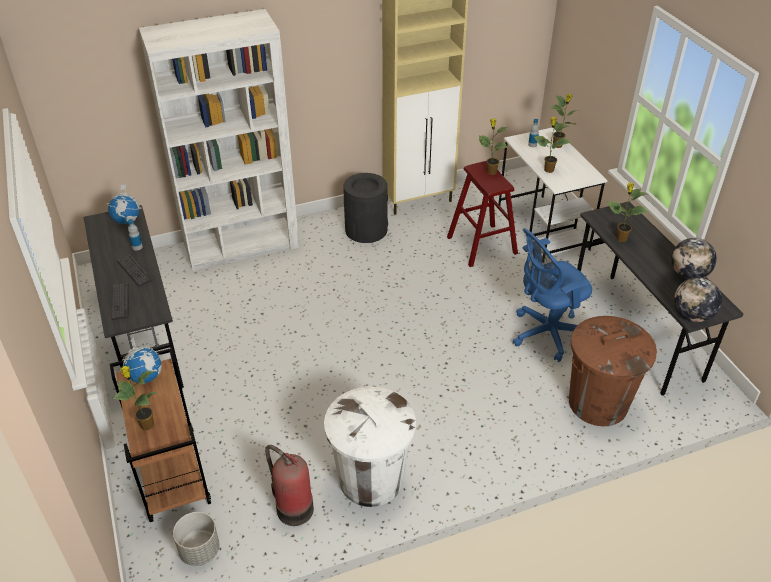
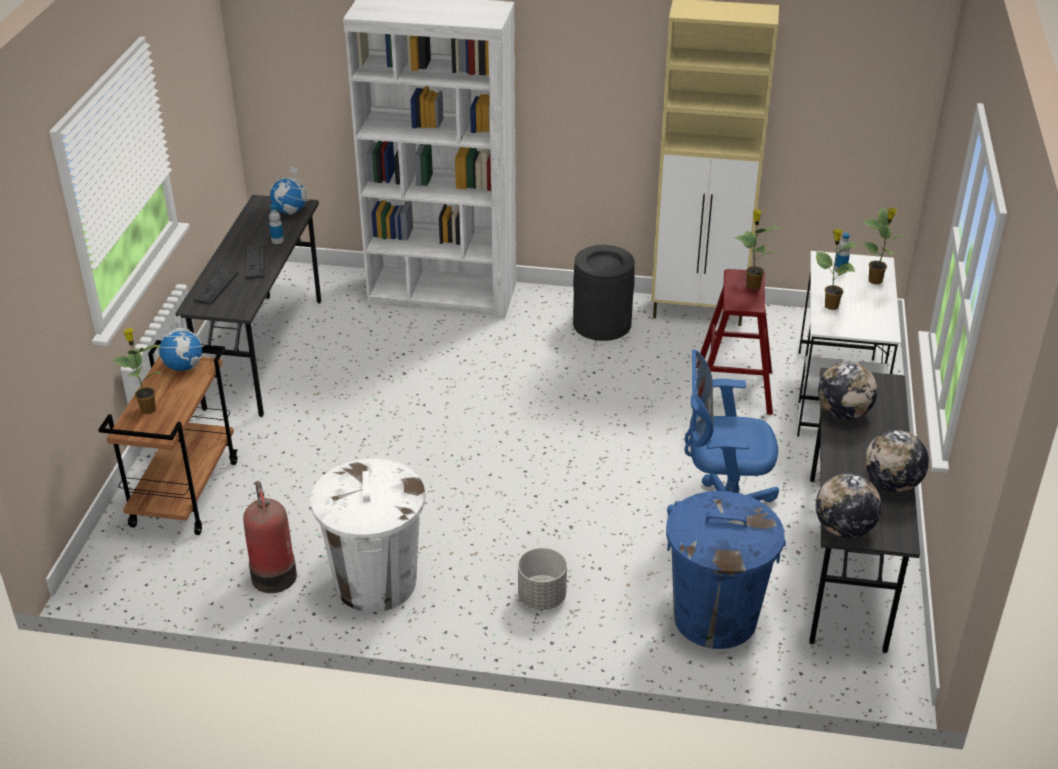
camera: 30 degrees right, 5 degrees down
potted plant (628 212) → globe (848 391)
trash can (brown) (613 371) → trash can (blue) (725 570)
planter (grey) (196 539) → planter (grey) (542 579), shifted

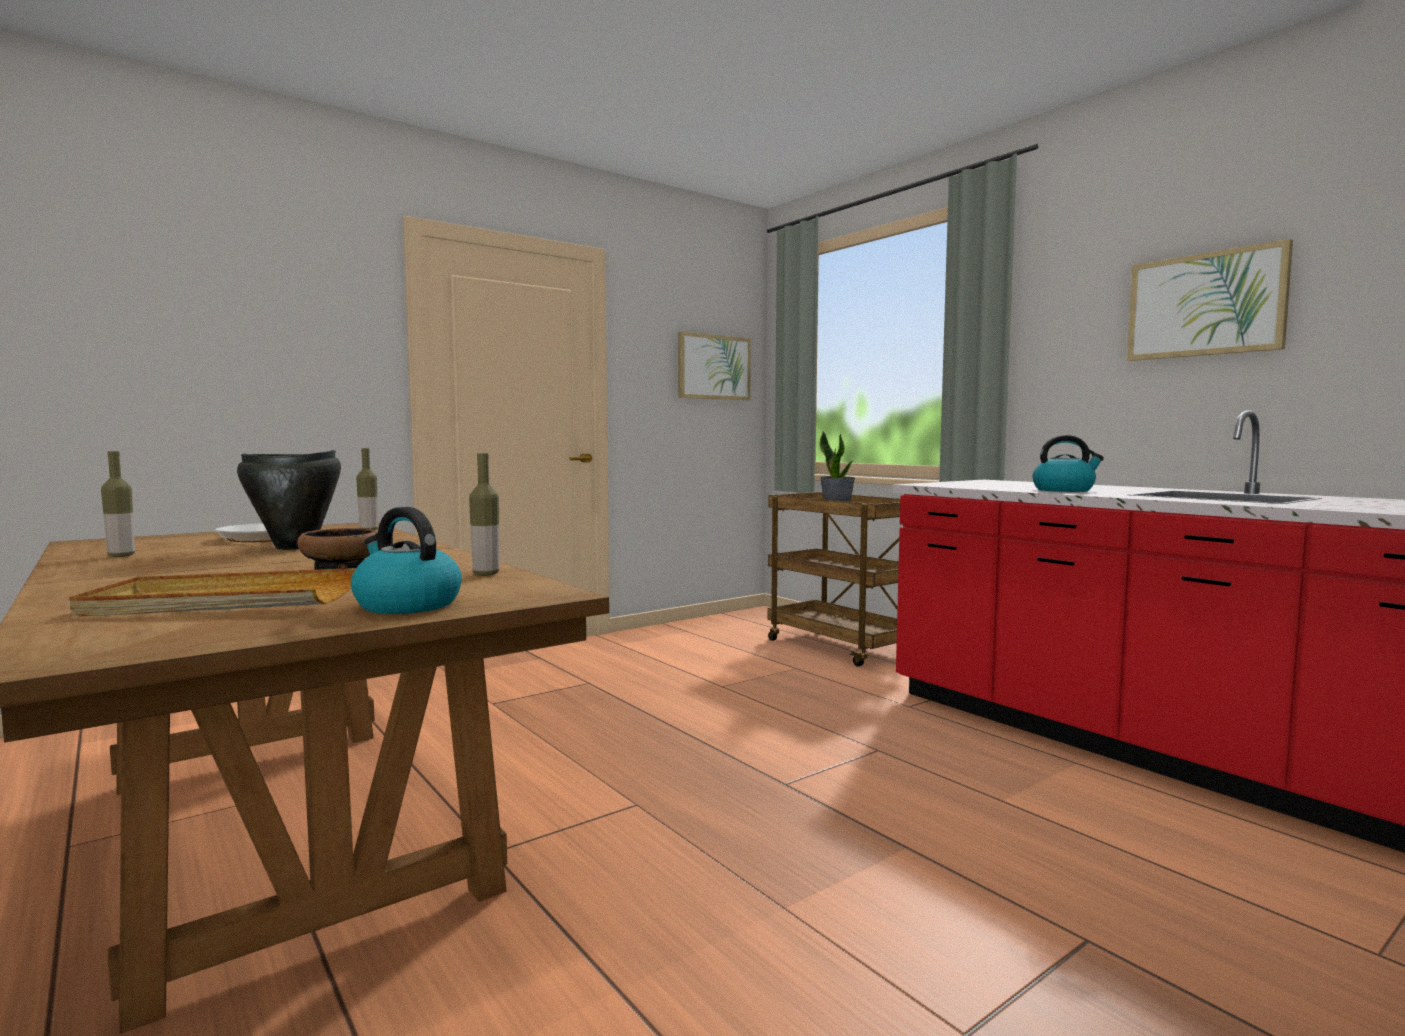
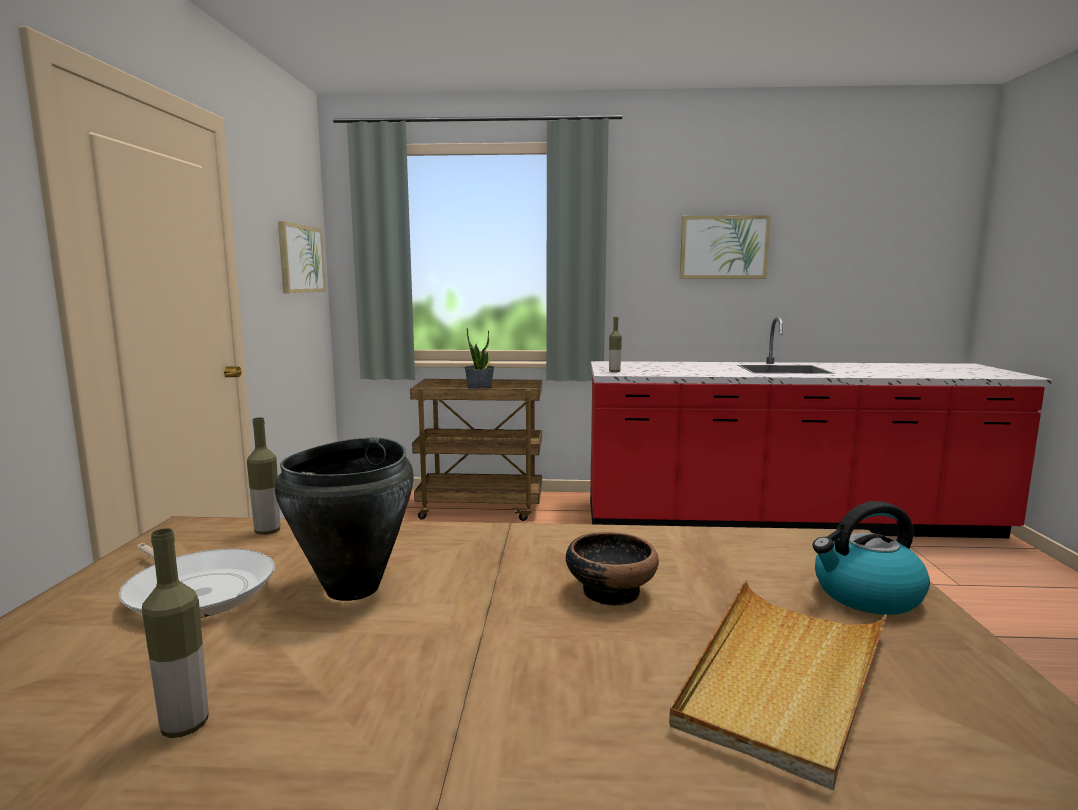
camera: 50 degrees left, 5 degrees up
kettle (1068 463) → -
bottle (484 514) → bottle (615 344), shifted

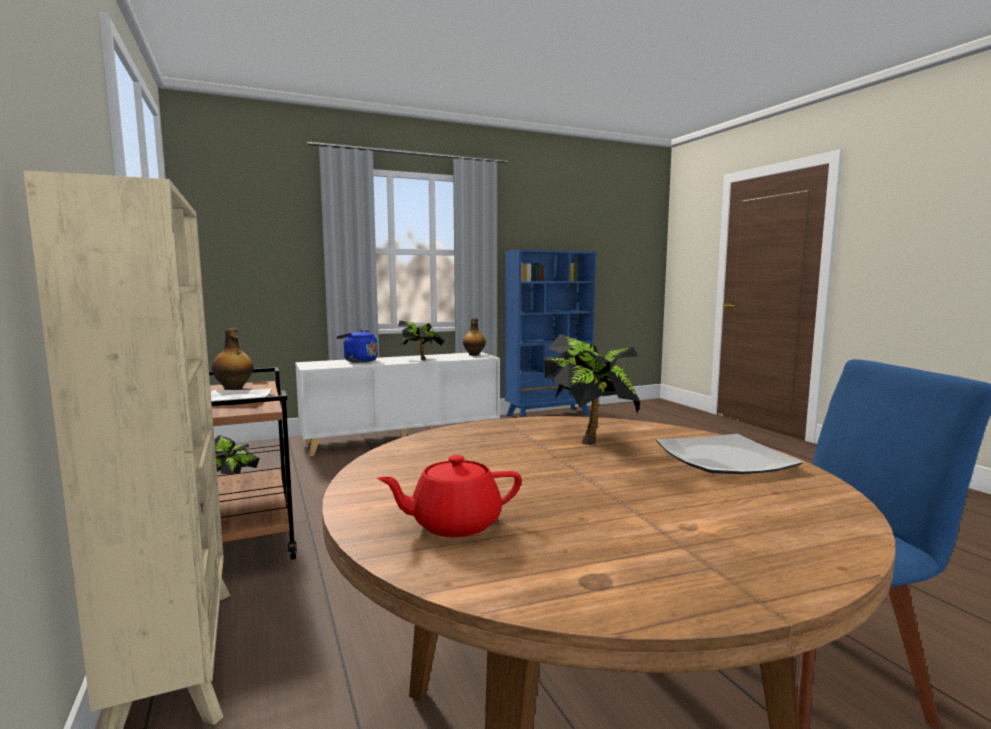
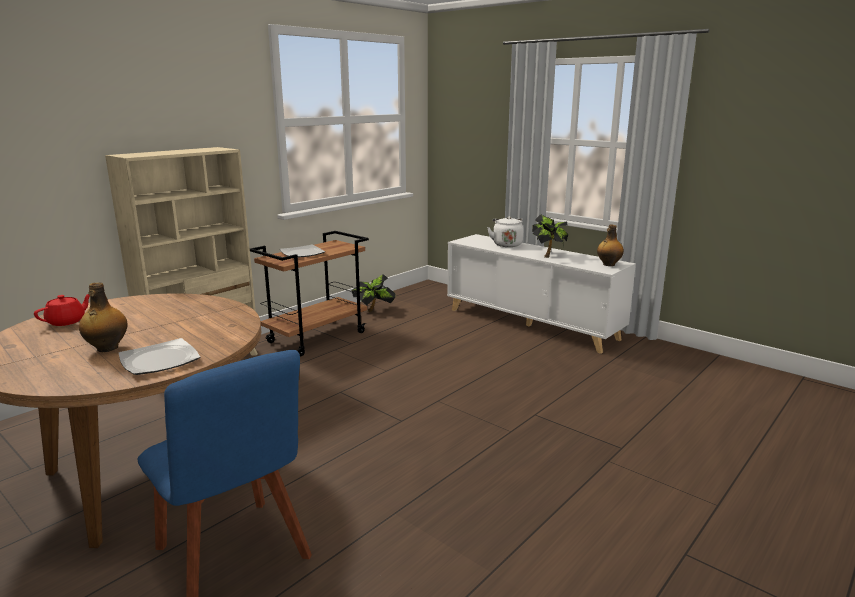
camera: 65 degrees right, 10 degrees up
bookcase (blue) (550 333) → -
bottle (233 359) → bottle (103 317), shifted
kettle (blue) (357 346) → kettle (white) (505 232)
potted plant (592 389) → -
teapot (red) (449 496) → teapot (red) (62 310), 75 degrees clockwise

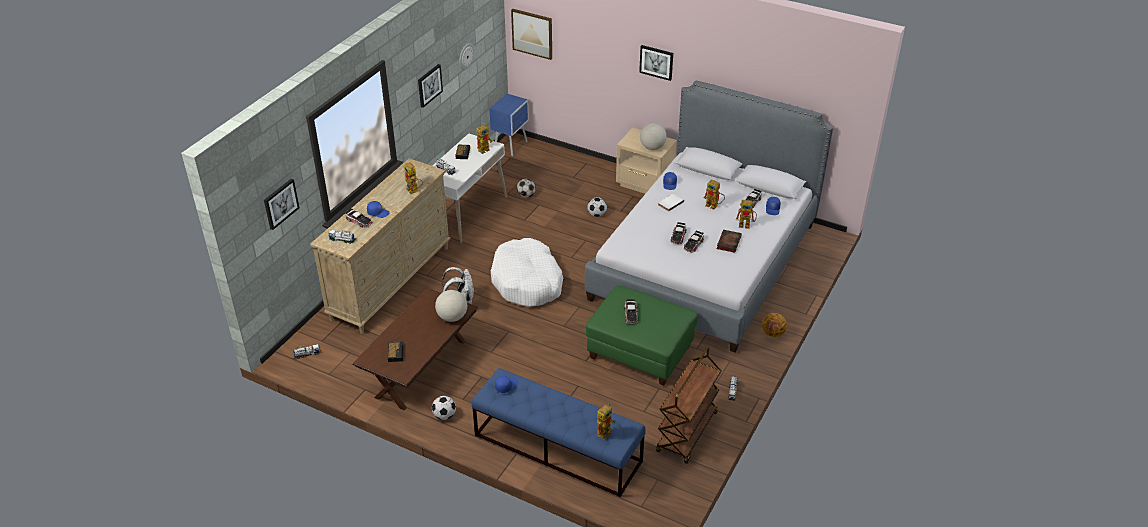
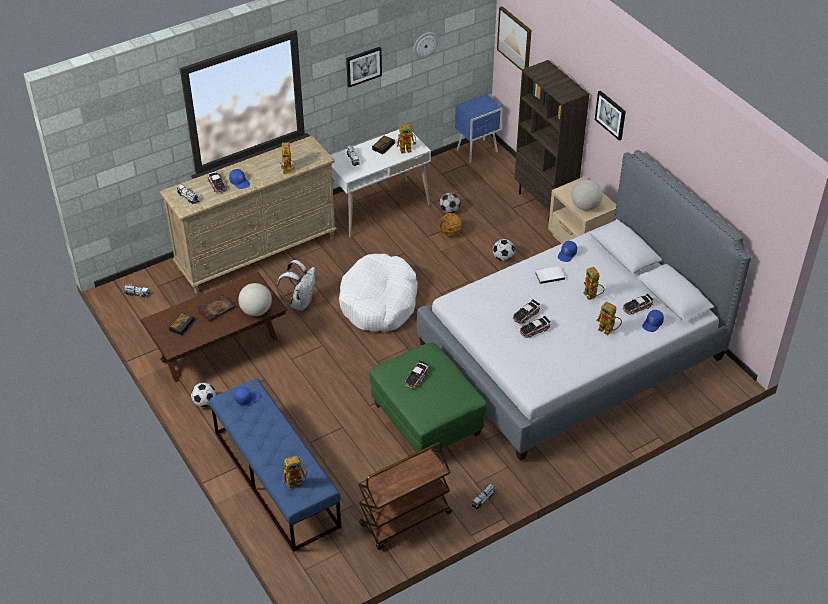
camera: 30 degrees right, 5 degrees up
picture (281 204) → -
book (729 241) → book (216 308), shifted
basketball (774 325) → basketball (450 225), shifted
- → bookcase (brown) (551 141)

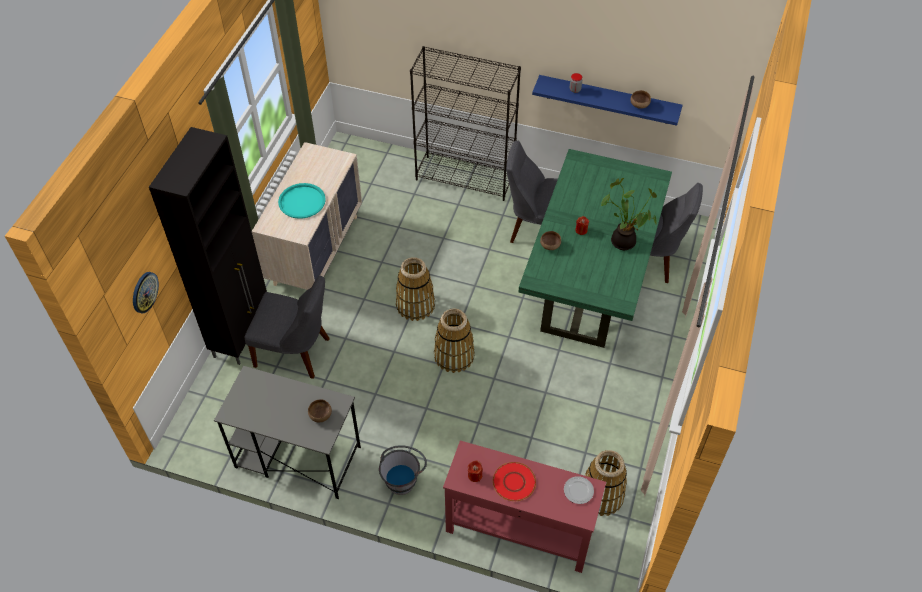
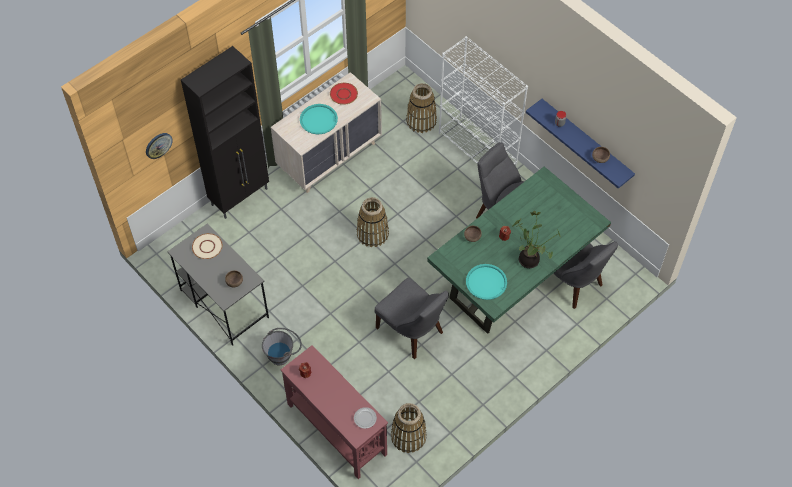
camera: 30 degrees right, 5 degrees up
bookcase (black) (465 123) → bookcase (white) (483 101)
chair (grey) (287 327) → chair (grey) (411 318), shifted
basket (454 340) → basket (421 108), shifted
plate (red) (514 481) → plate (red) (344 94), shifted
- → plate (beige) (207 246)
- → tray (turquoise) (486 282)

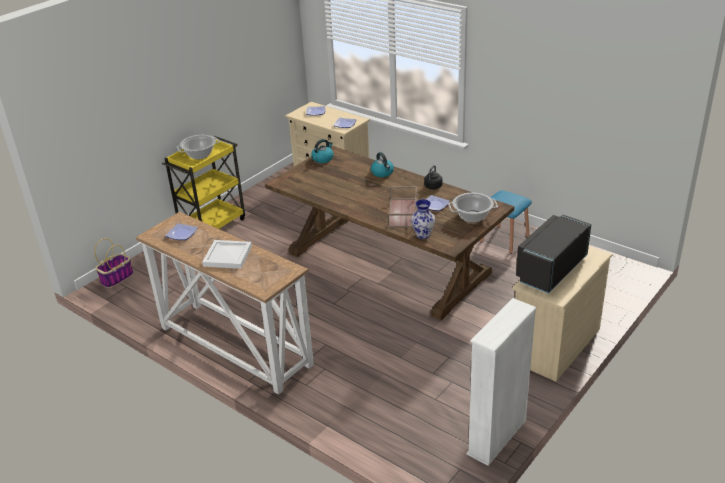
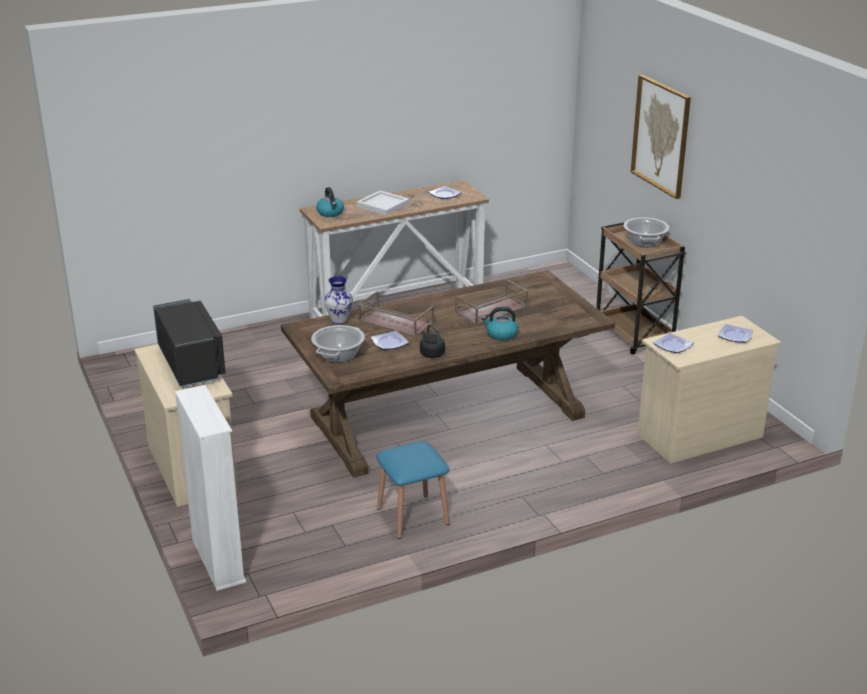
camera: 115 degrees right, 5 degrees down
cart (yellow) (203 182) → cart (brown) (641 288)
kettle (322 151) → kettle (330 202), shifted
basket (114 263) → -
bookcase (white) (501 382) → bookcase (white) (210 488), shifted
- → picture (661 137)
- → tray (brown) (491 302)

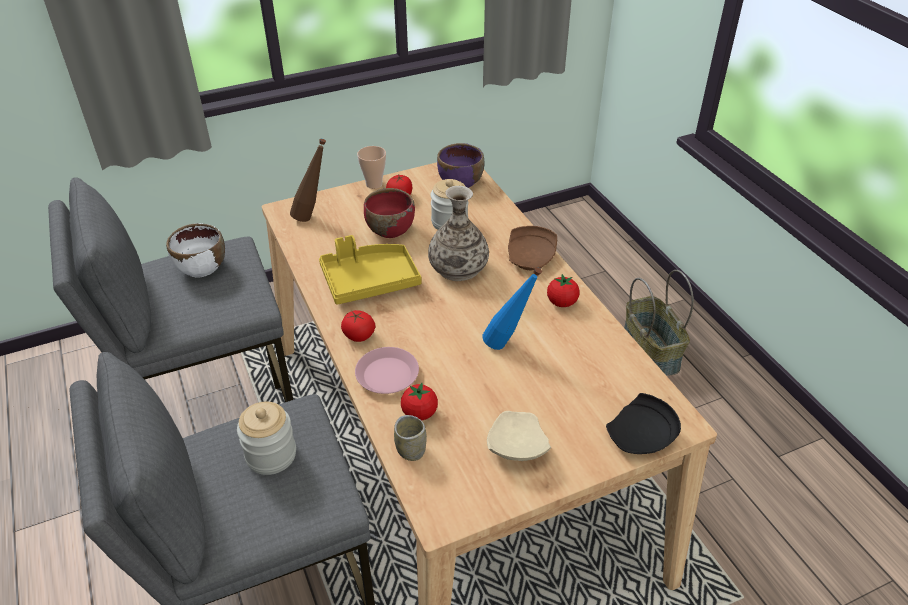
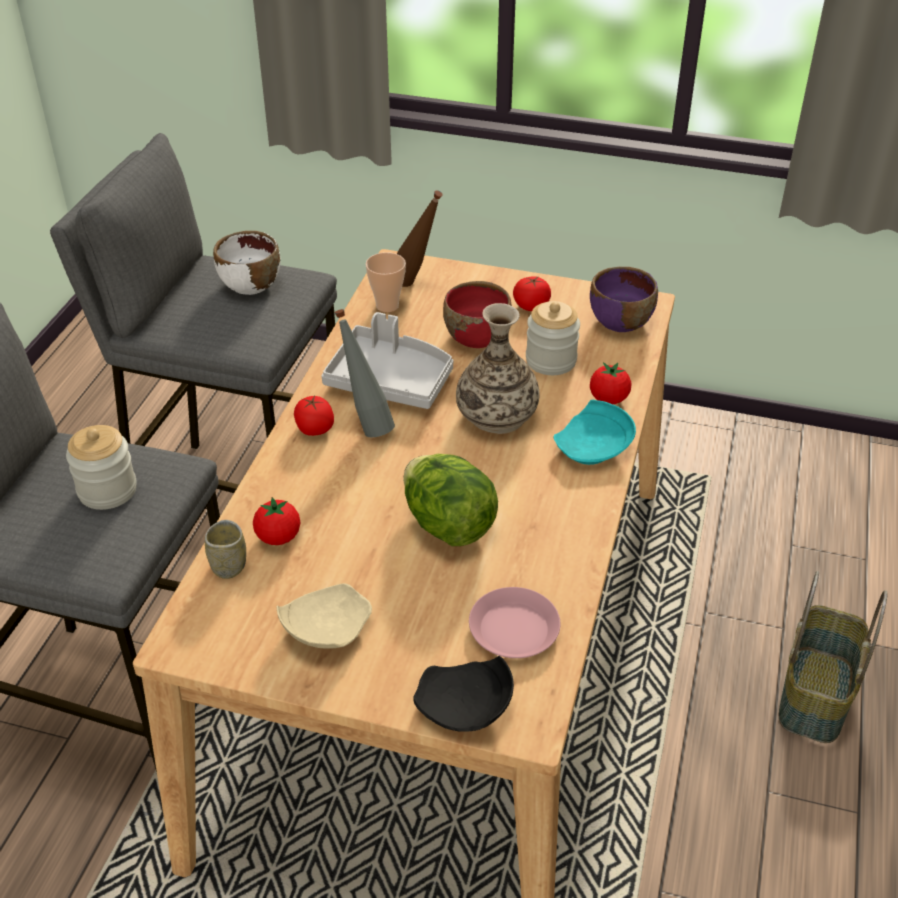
camera: 40 degrees right, 0 degrees up
cup (371 167) → cup (386 282), shifted
plate (brown) (532 248) → plate (turquoise) (594 432)
tray (yellow) (370 270) → tray (grey) (387 360)
bottle (blue) (512 308) → lettuce (450 500)
tomato (563 290) → tomato (610 383), shifted
plate (pink) (387 370) → plate (pink) (514 622), shifted
- → bottle (grey) (365 373)

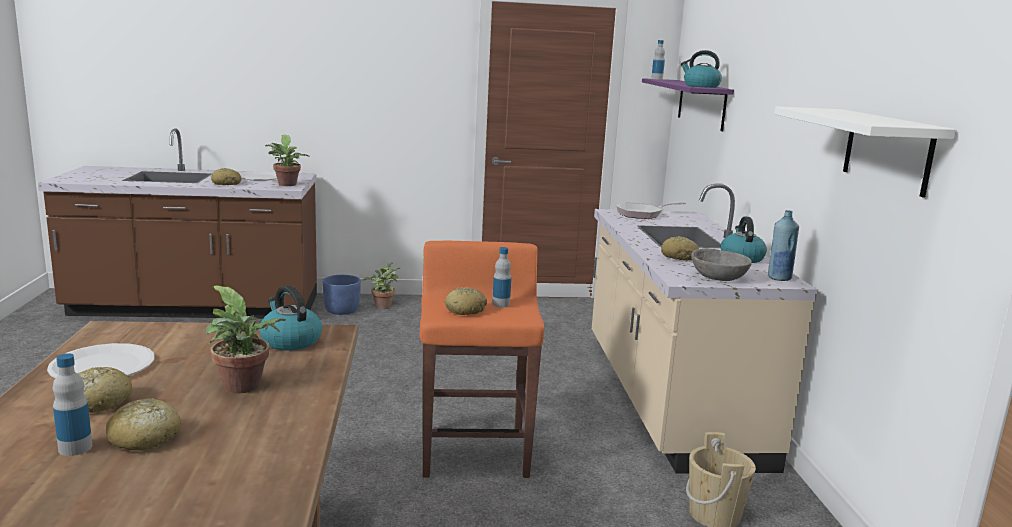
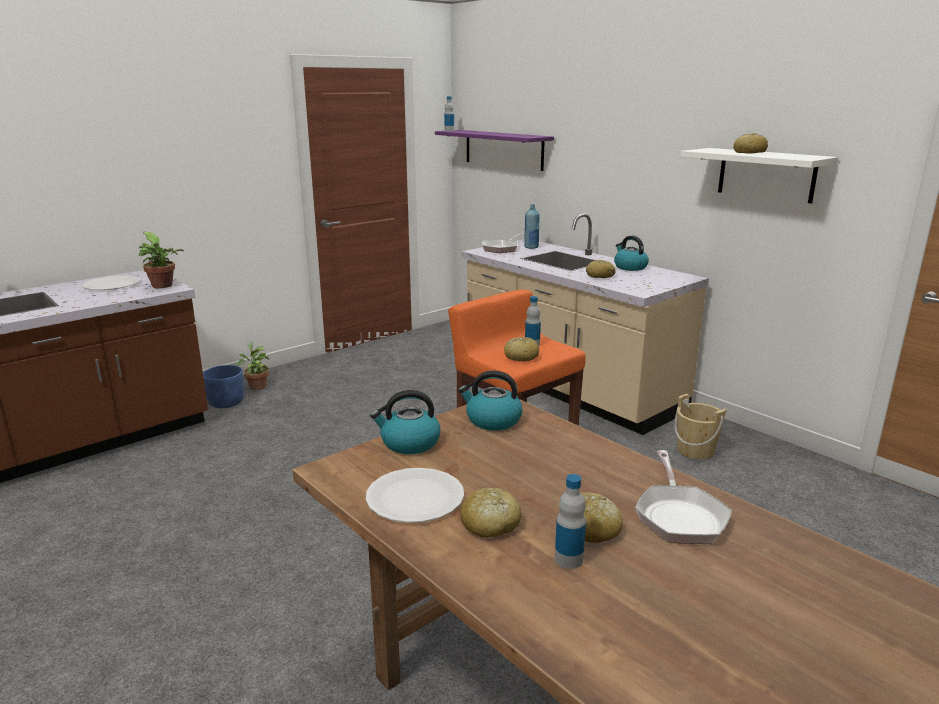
camera: 35 degrees left, 5 degrees up
kettle (701 69) → kettle (405 422), shifted
bread (226 176) → bread (751 143), shifted
bottle (blue) (783 245) → bottle (blue) (532 226), shifted
bowl (grey) (721 264) → -
potted plant (246 339) → -
- → frying pan (683 497)

